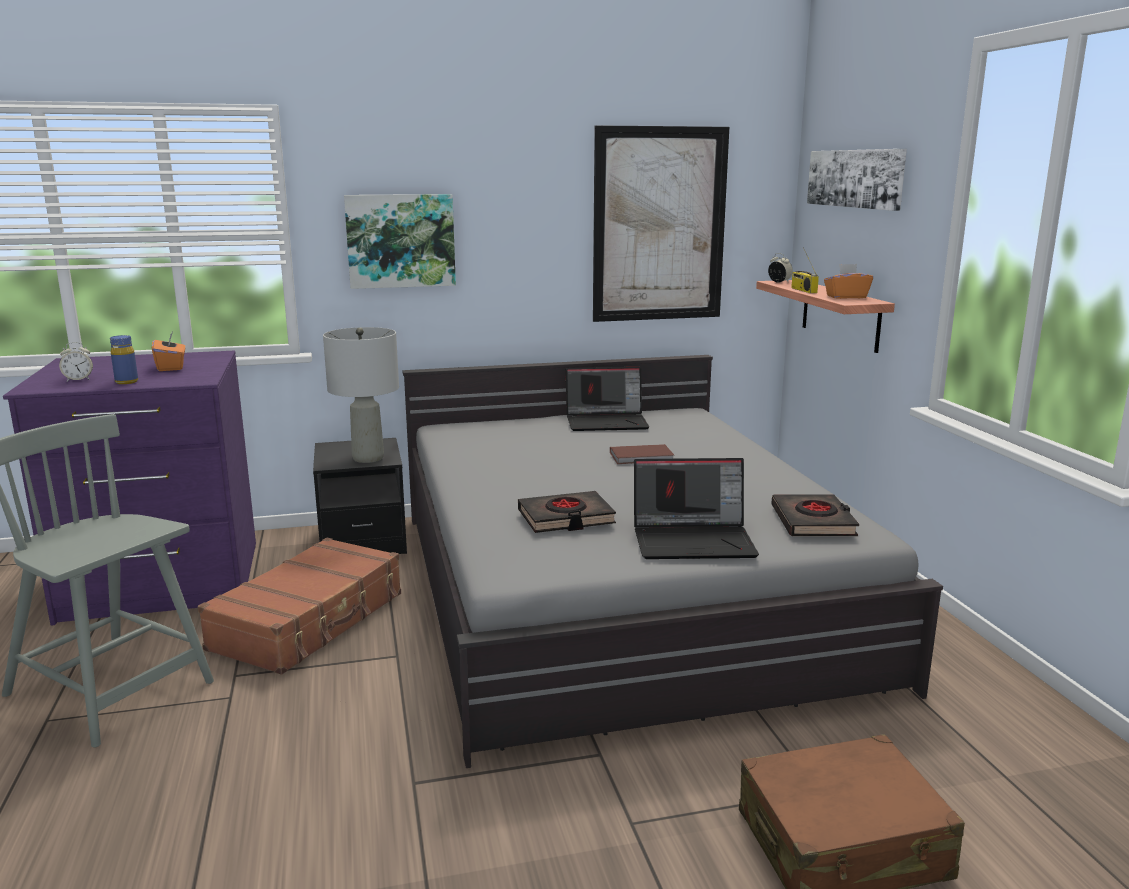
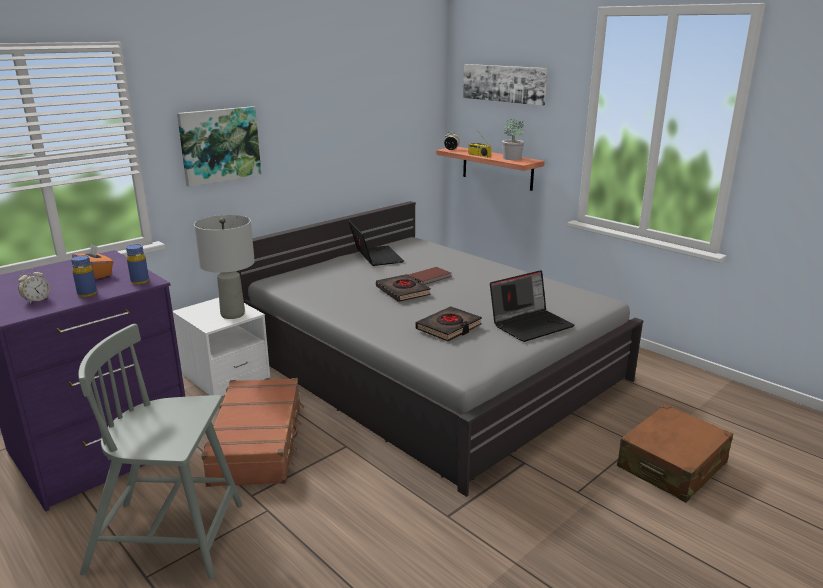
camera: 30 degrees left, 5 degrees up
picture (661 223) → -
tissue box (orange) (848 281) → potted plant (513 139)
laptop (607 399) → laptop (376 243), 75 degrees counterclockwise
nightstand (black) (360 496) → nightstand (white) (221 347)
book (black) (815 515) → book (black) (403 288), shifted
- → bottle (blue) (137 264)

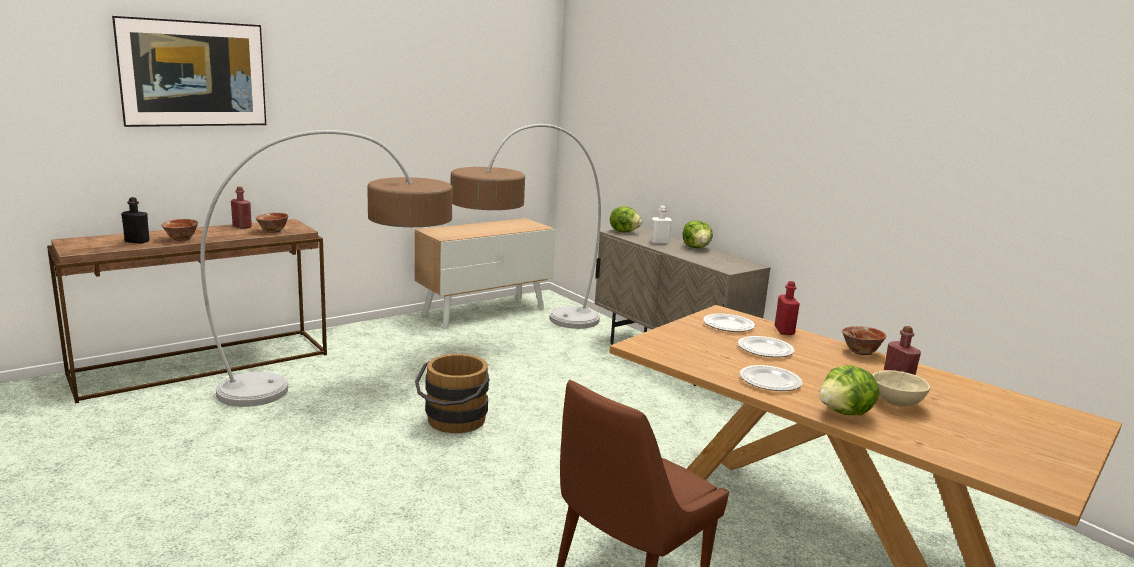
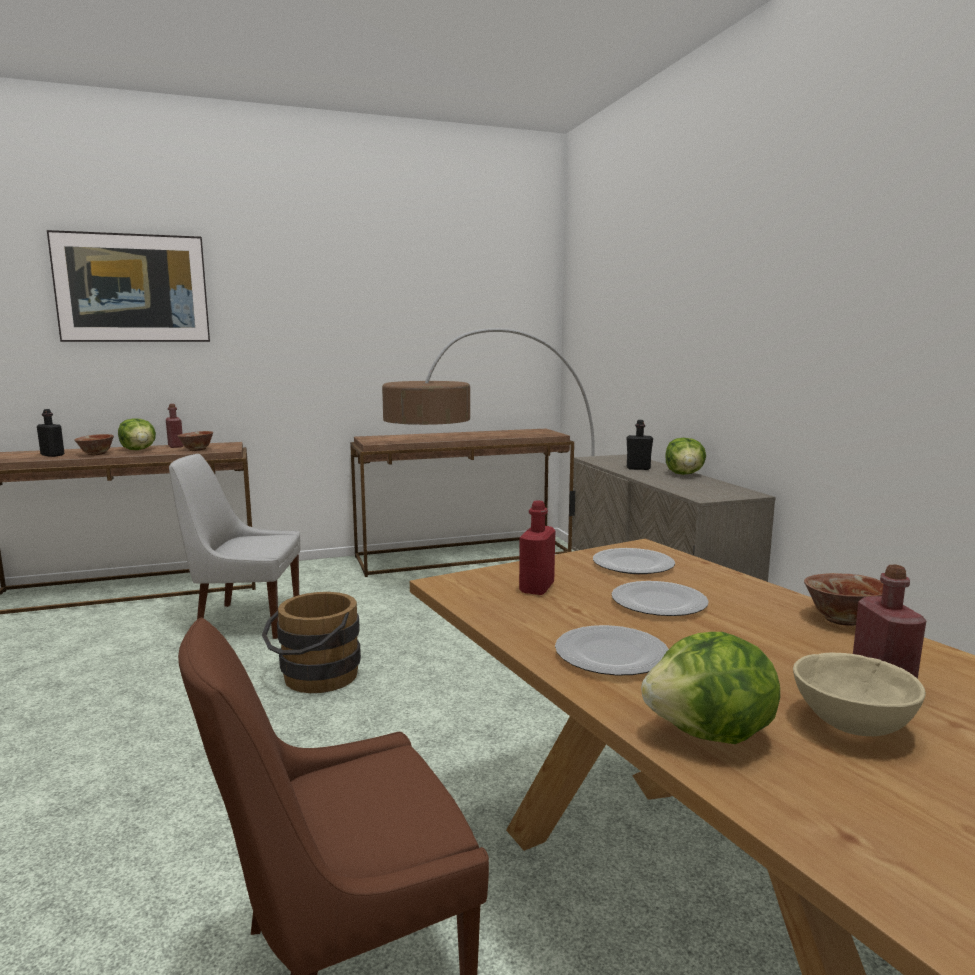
camera: 20 degrees right, 5 degrees down
floor lamp (326 268) → chair (white) (234 546)
bottle (white) (661 225) → bottle (black) (640 445)
lettuce (626 219) → lettuce (137 434), shifted
cabinet (485 273) → console table (brown) (462 503)
bottle (red) (787 308) → bottle (red) (537 547), shifted

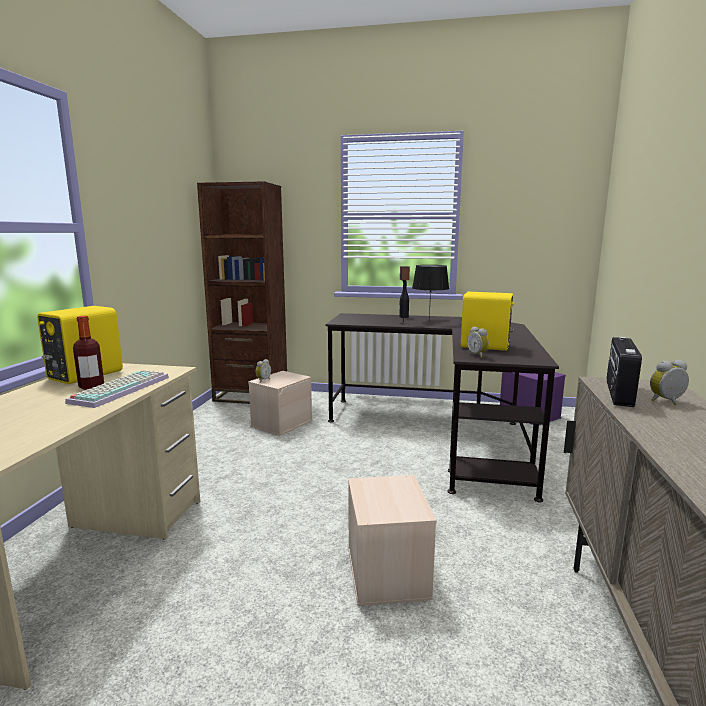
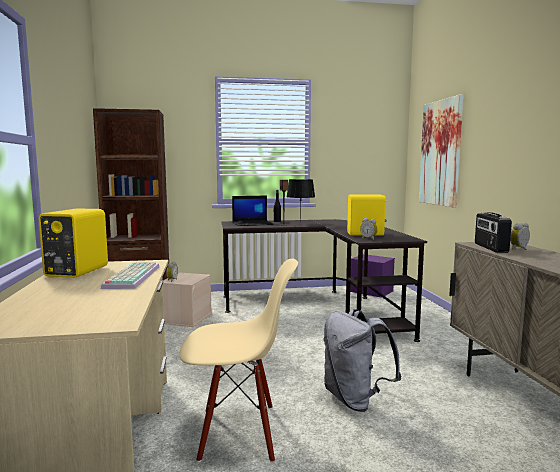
camera: 20 degrees left, 5 degrees down
bottle (88 353) → -
storage box (beige) (392 540) → backpack (grey) (363 360)
- → picture (441 151)
- → laptop (253 211)
- → chair (beige) (238 361)

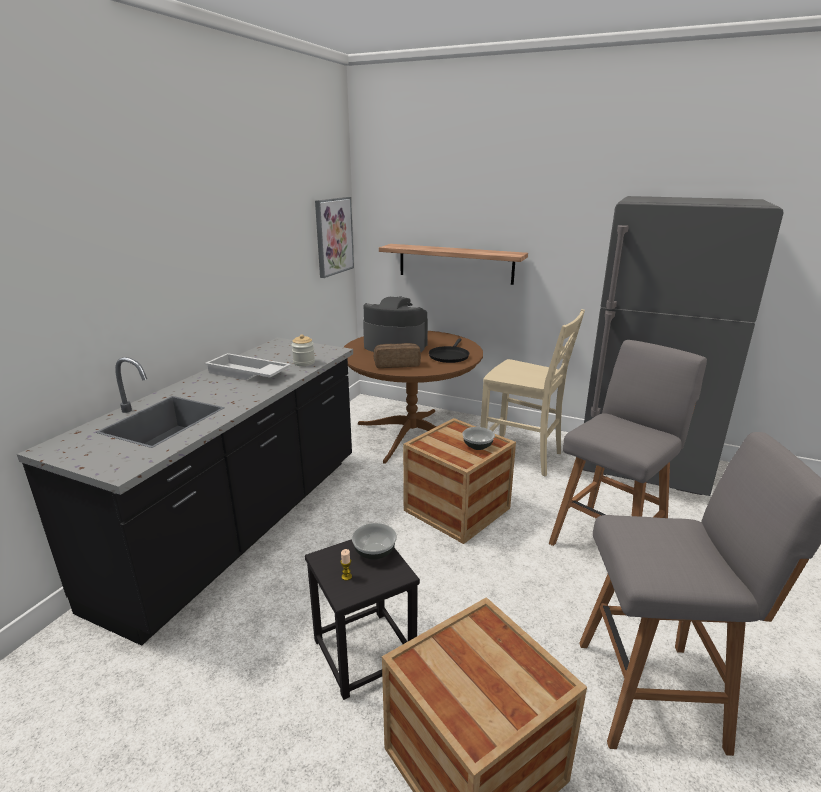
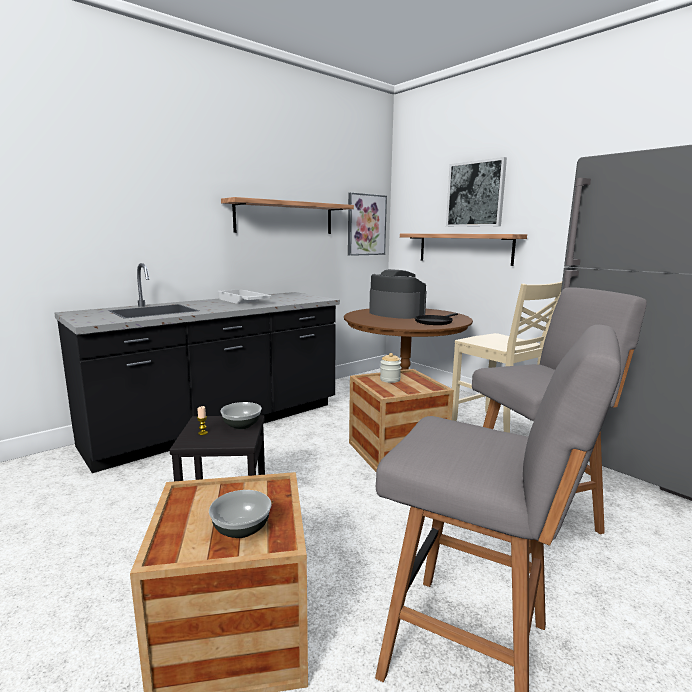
camera: 25 degrees right, 10 degrees down
jar (303 350) → jar (390 368), shifted
bread (397 355) → -
bowl (478 438) → bowl (240 514), shifted
- → picture (476 192)
- → shelf (287 215)

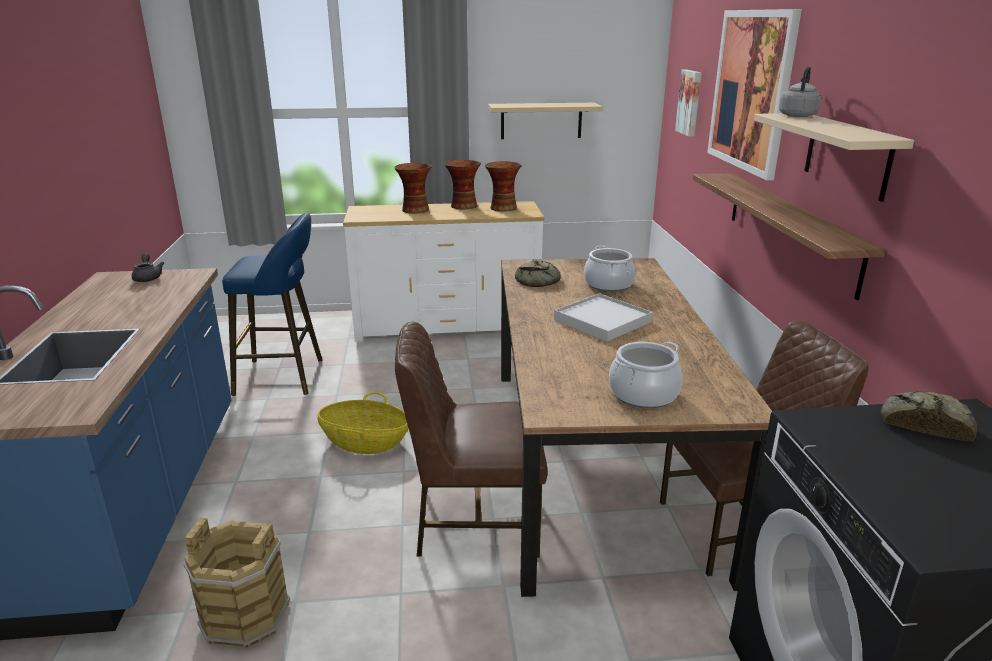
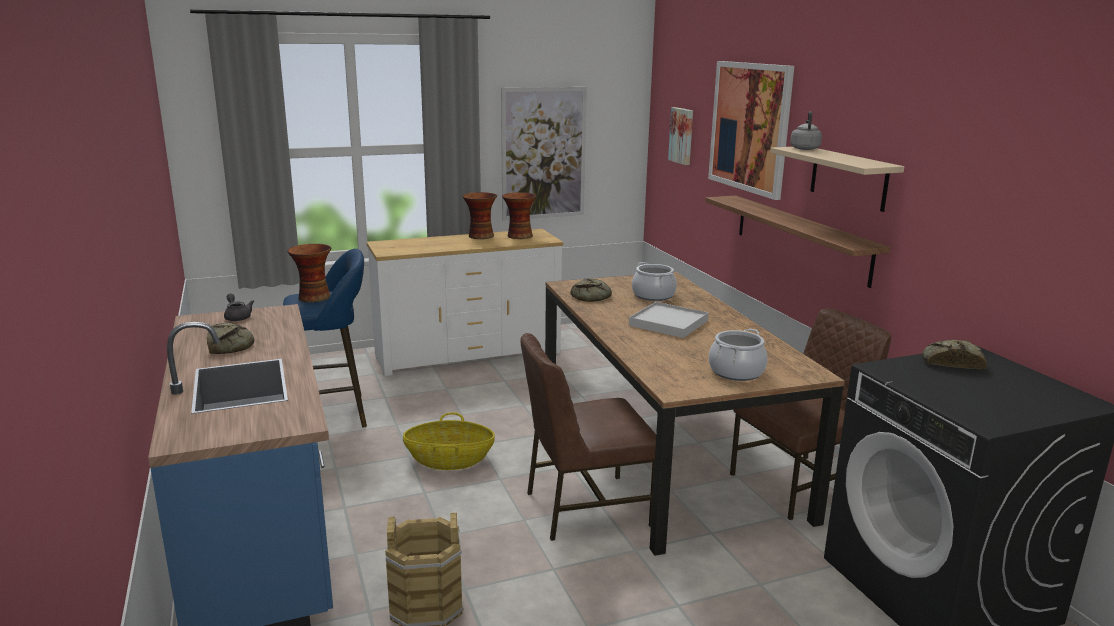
camera: 15 degrees left, 5 degrees down
shelf (beige) (545 121) → picture (544 154)
vase (413 188) → vase (309 273), shifted
- → bread (230 338)

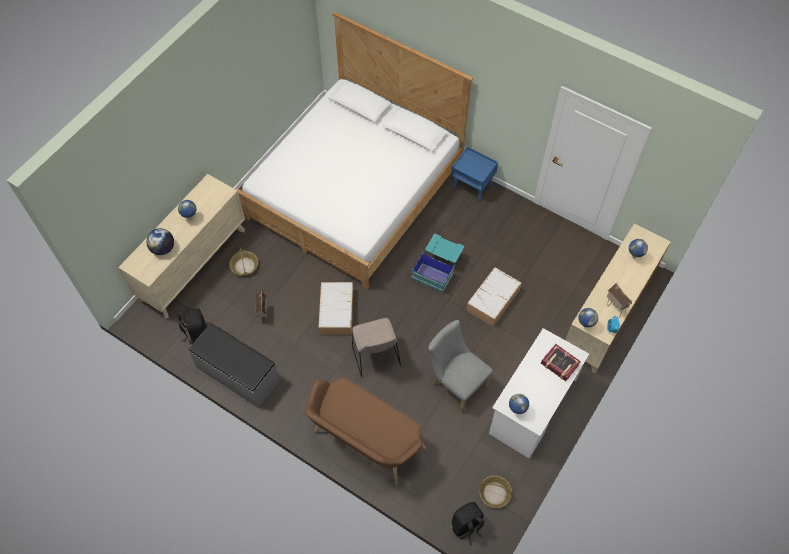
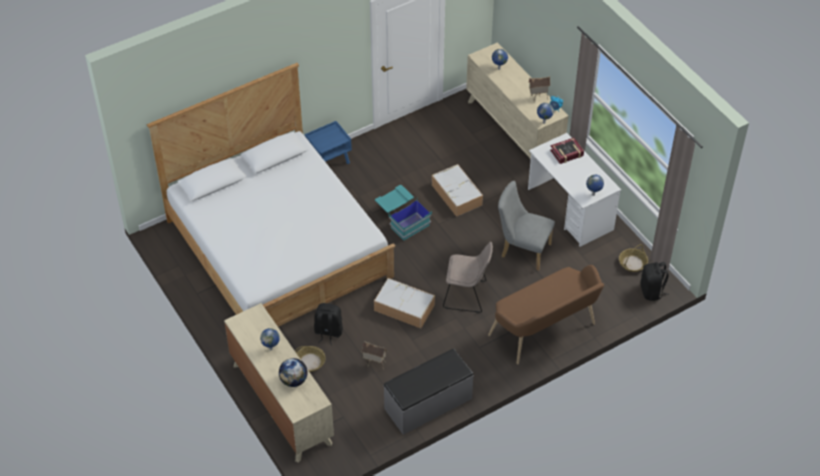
camera: 65 degrees left, 10 degrees down
backpack (black) (192 326) → backpack (black) (328 324), shifted
chair (grey) (460 366) → chair (grey) (526 226), 45 degrees clockwise

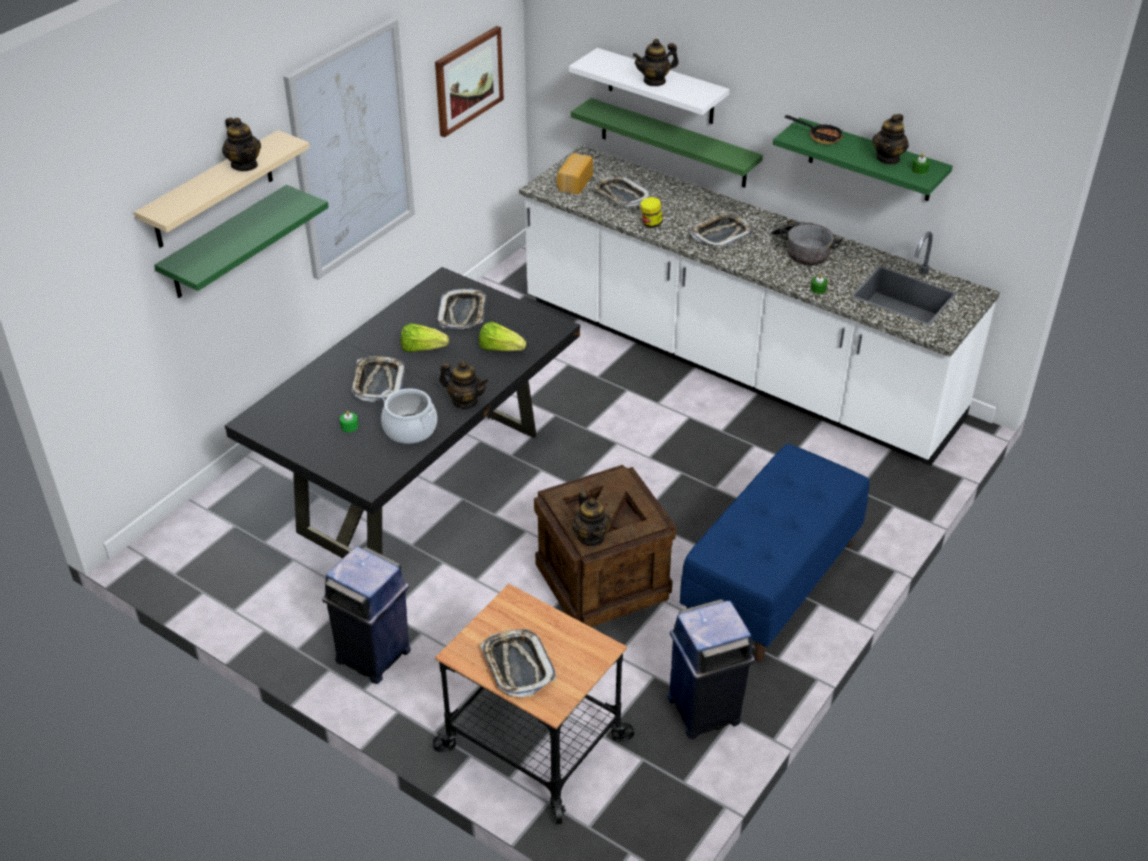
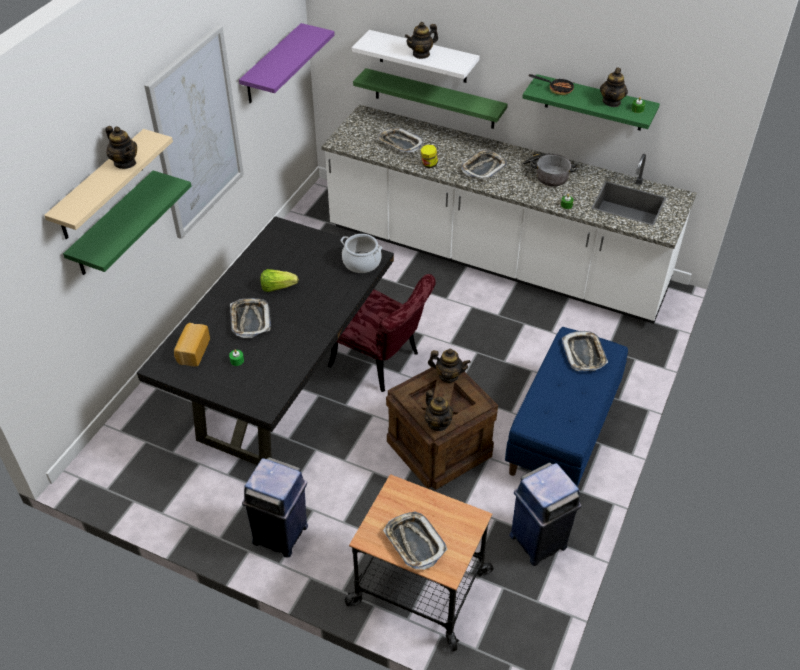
camera: 10 degrees left, 5 degrees up
picture (469 82) → shelf (purple) (287 63)
bread (574 173) → bread (192 345), shifted
tray (461 308) → tray (585 351), shifted
lettuce (502 336) → -
teapot (463 385) → teapot (449 366), shifted
cooking pot (409 416) → cooking pot (361 253), shifted
- → chair (red) (381 333)

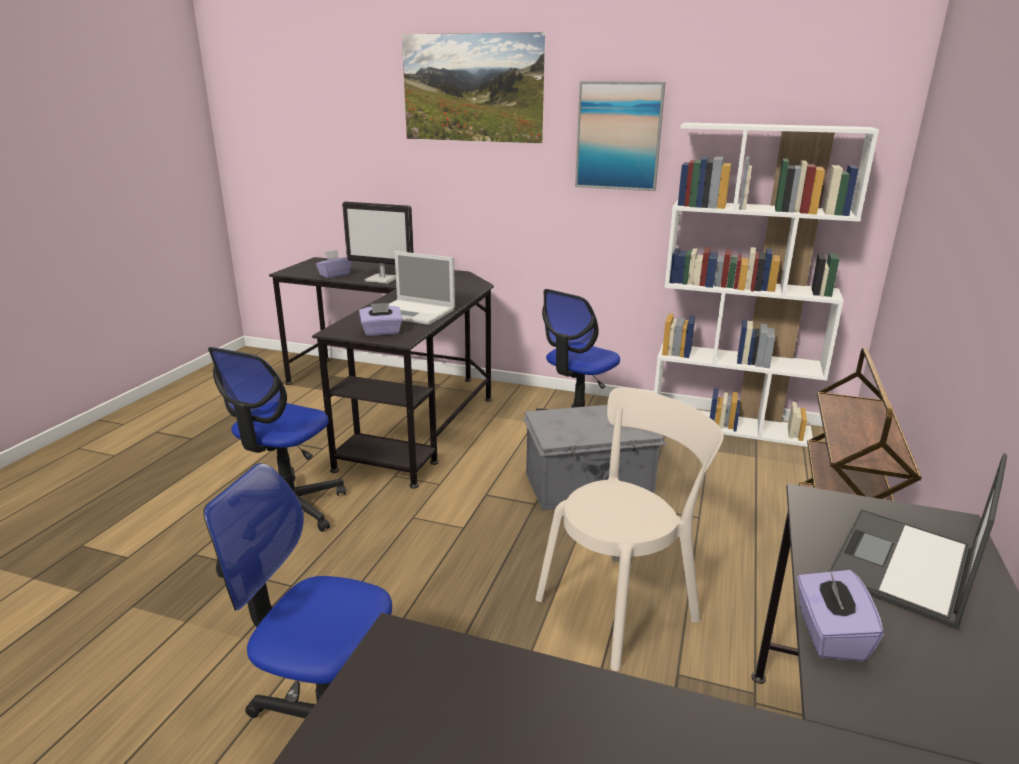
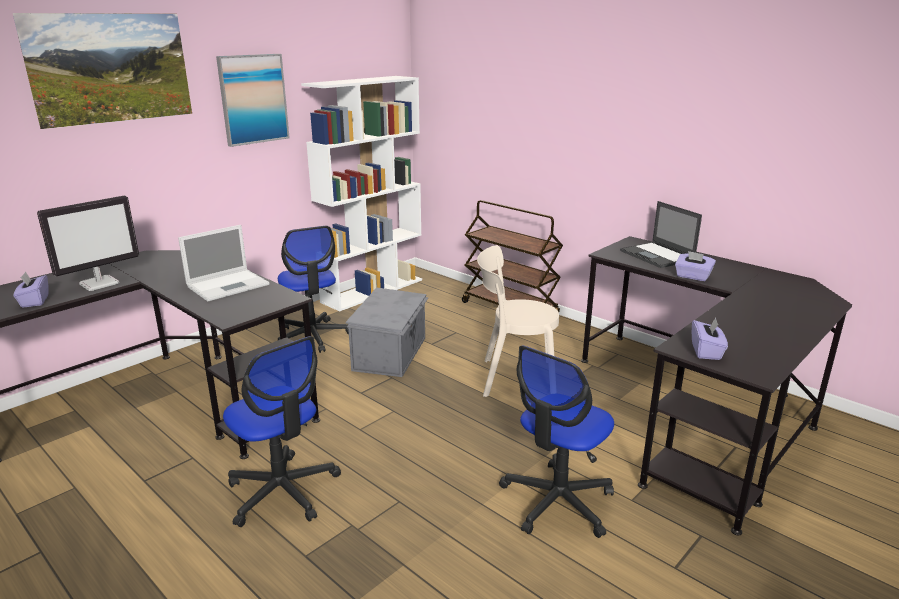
camera: 65 degrees left, 0 degrees up
tissue box (purple) (380 319) → tissue box (purple) (710 339), shifted
chair (beige) (630 529) → chair (beige) (518 321), 75 degrees counterclockwise

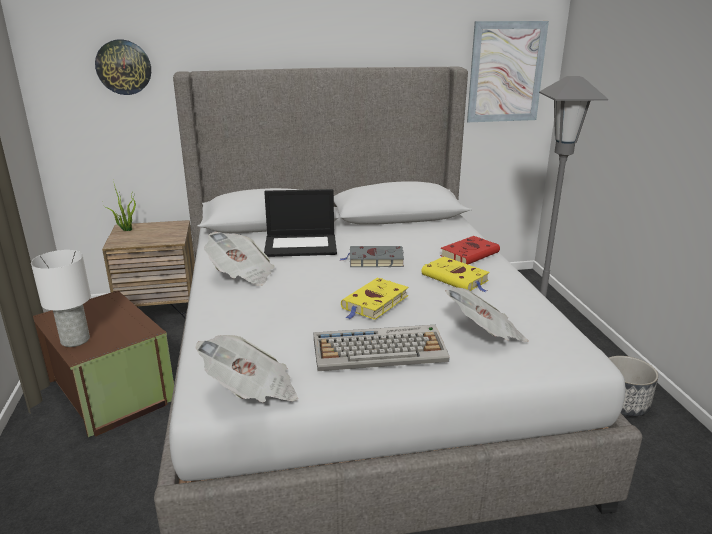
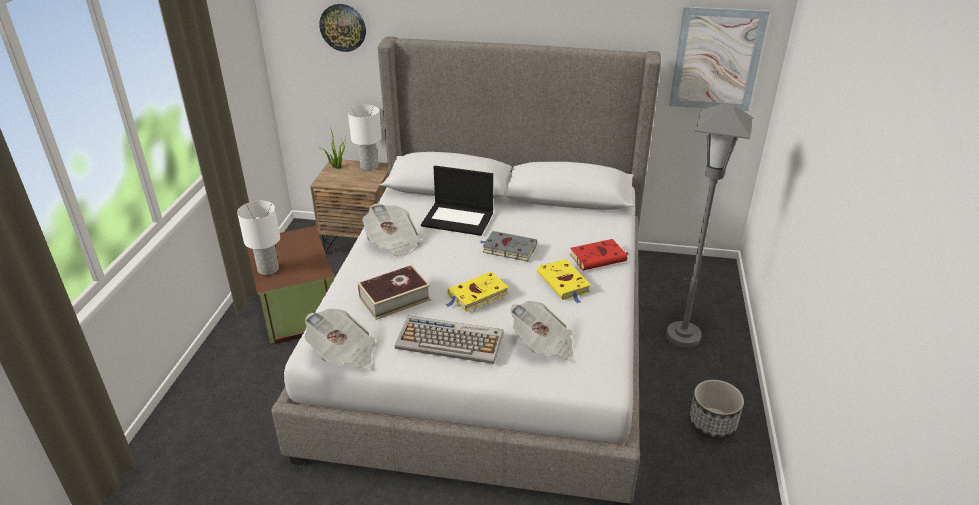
camera: 20 degrees right, 10 degrees up
- → table lamp (white) (365 138)
- → book (394 292)

